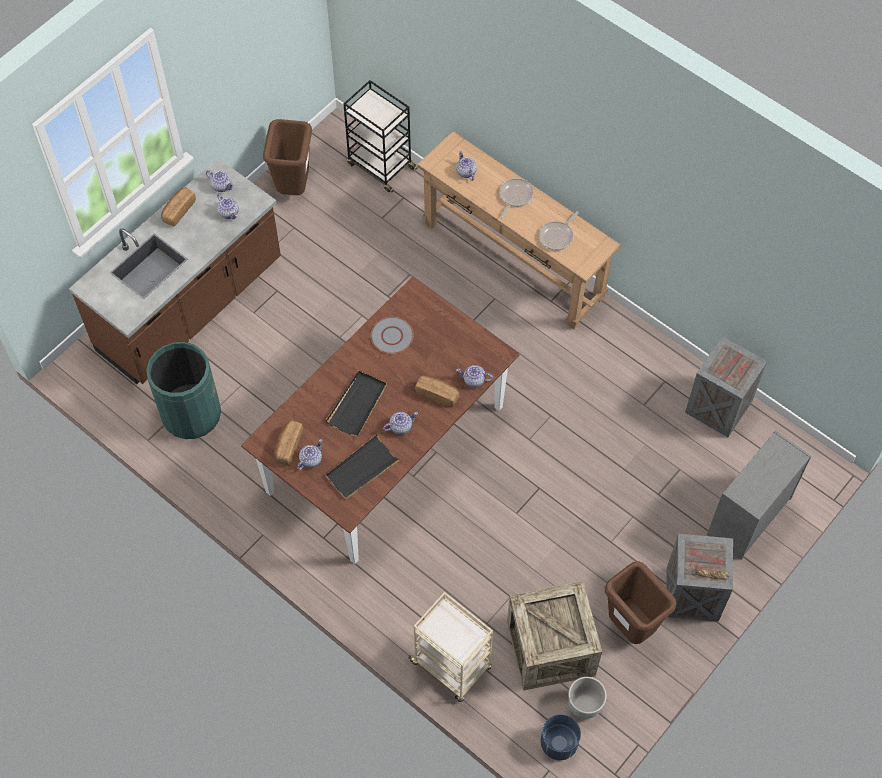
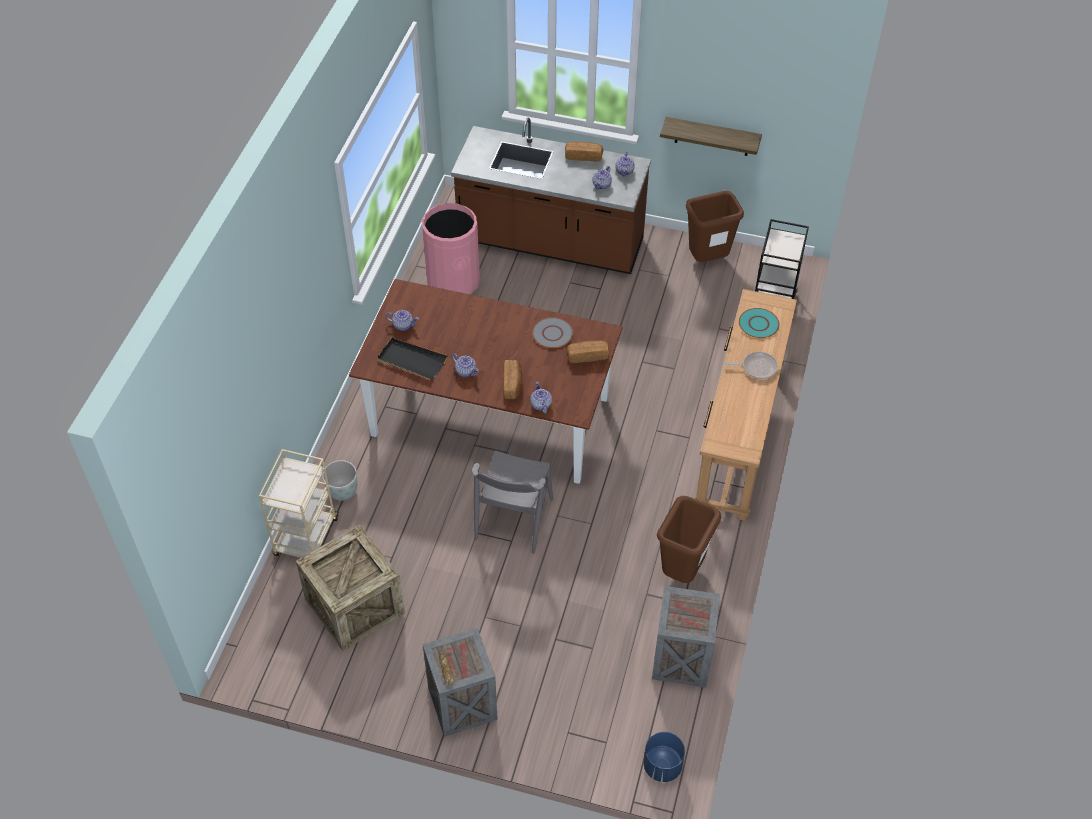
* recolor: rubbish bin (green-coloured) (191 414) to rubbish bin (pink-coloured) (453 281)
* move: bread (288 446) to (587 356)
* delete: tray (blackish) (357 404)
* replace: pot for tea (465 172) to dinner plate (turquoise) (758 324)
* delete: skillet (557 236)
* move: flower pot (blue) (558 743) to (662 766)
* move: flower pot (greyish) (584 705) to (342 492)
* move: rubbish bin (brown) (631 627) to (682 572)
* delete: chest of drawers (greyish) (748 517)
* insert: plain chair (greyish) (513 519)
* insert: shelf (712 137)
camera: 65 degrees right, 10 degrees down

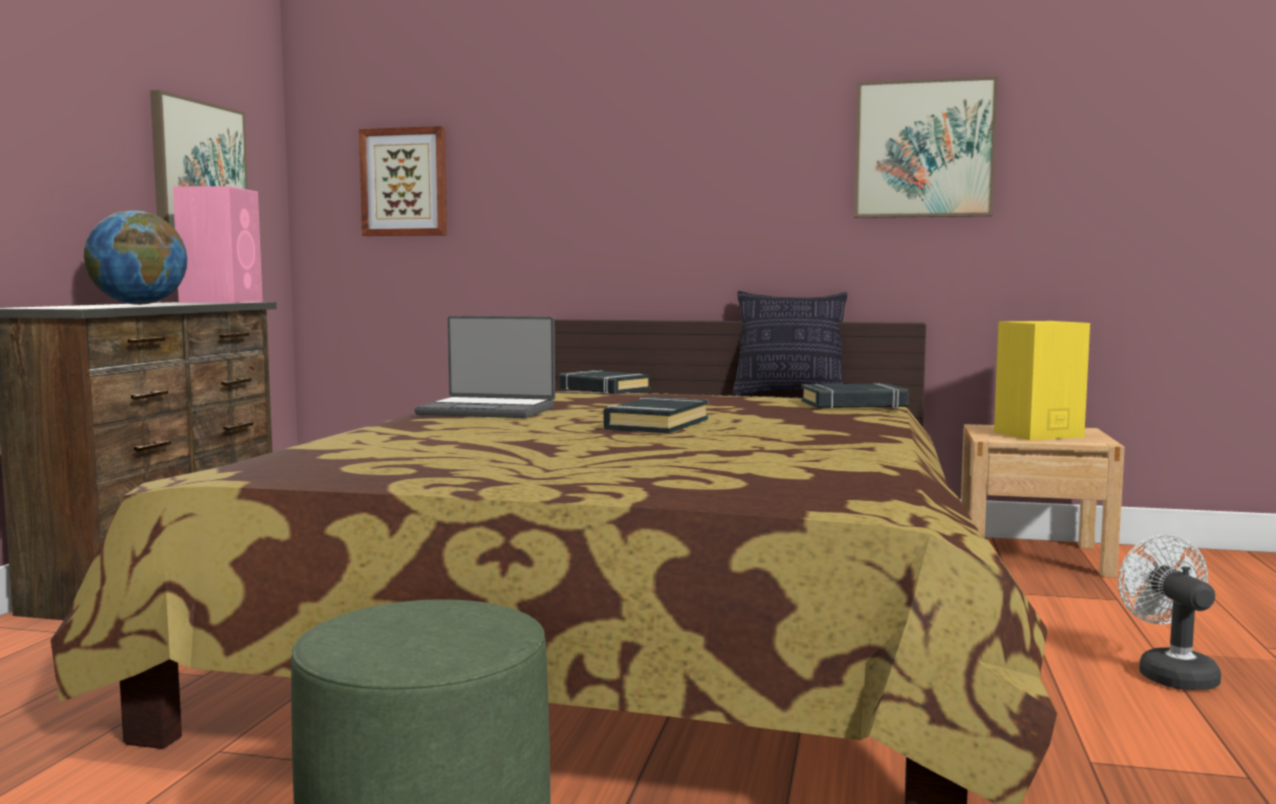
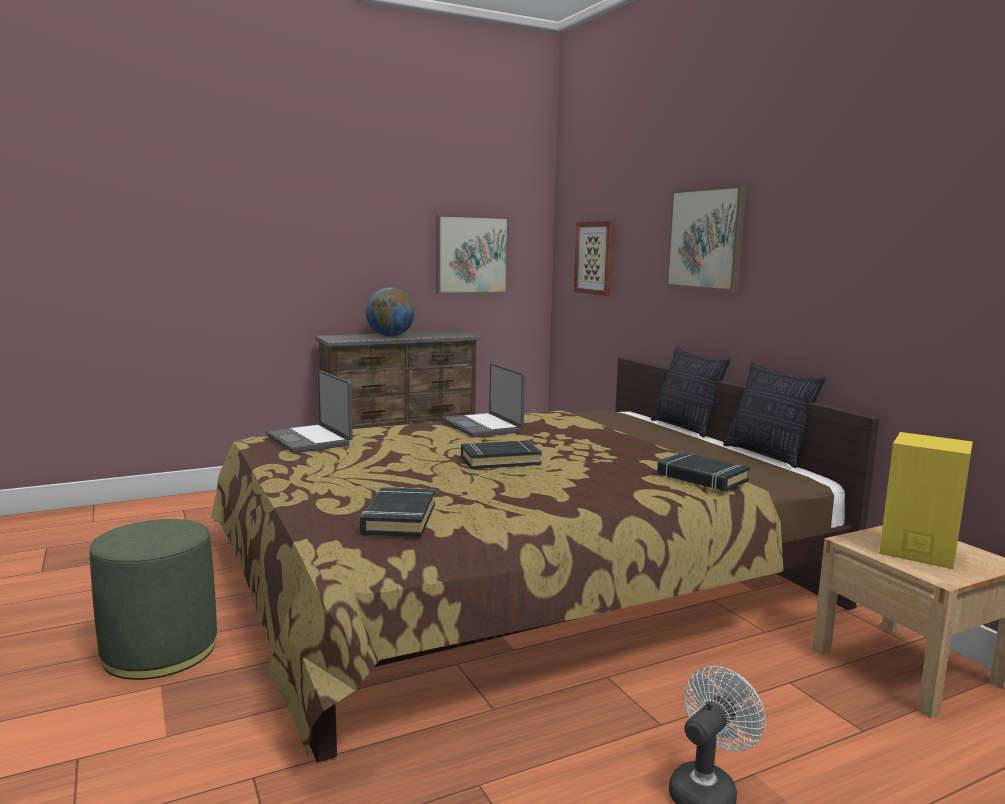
* delete: audio speaker (pink-coloured) (222 302)
* move: bound book (blackish) (603 389) to (399 519)
* move: picture (923 149) to (706 239)
* insert: portable computer (310 440)
* insert: throw pillow (685 428)
camera: 50 degrees right, 5 degrees up

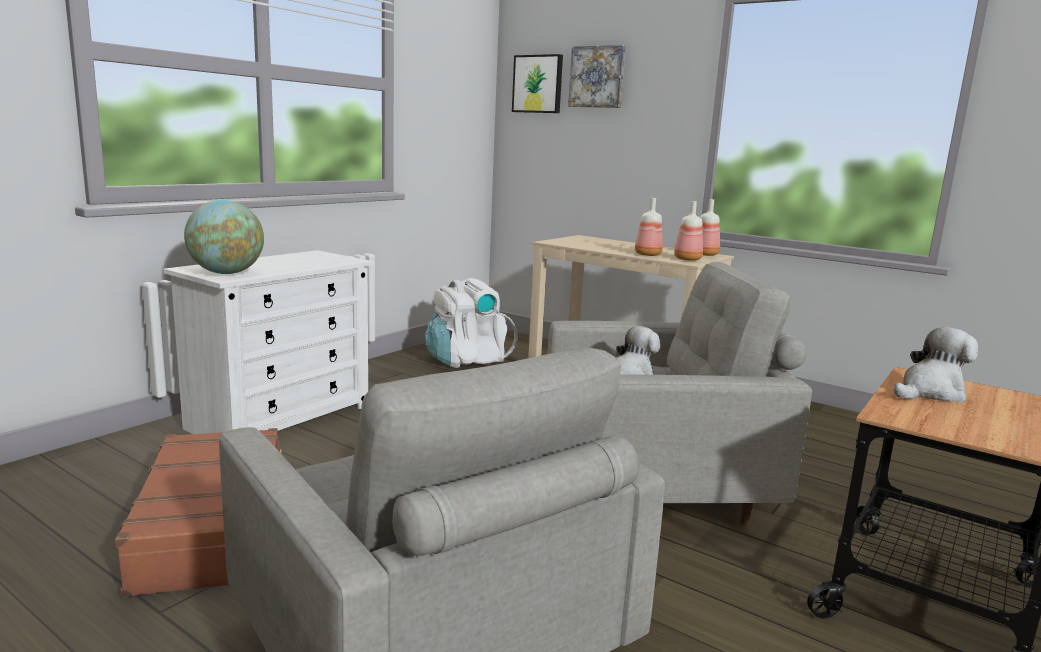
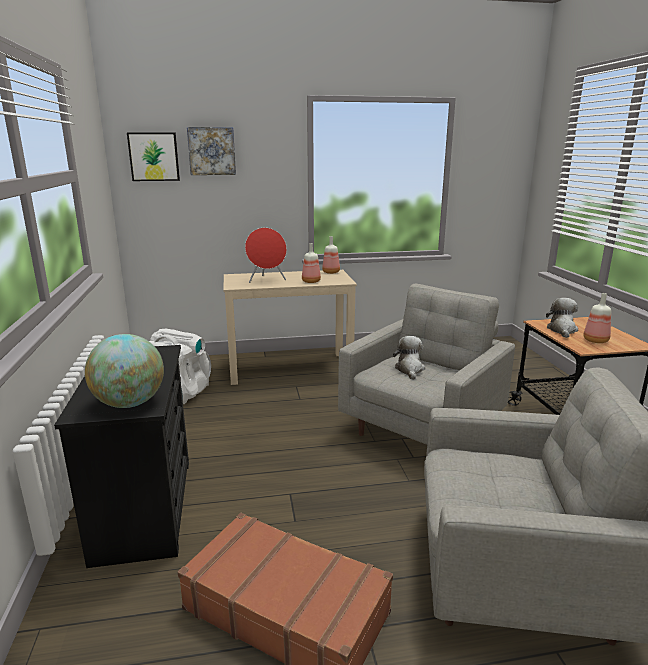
* recolor: chest of drawers (whitish) (281 416) to chest of drawers (blackish) (145 507)
* move: bottle (688 259) to (596 341)
* insert: audio speaker (red-coloured) (267 280)
camera: 45 degrees left, 5 degrees up

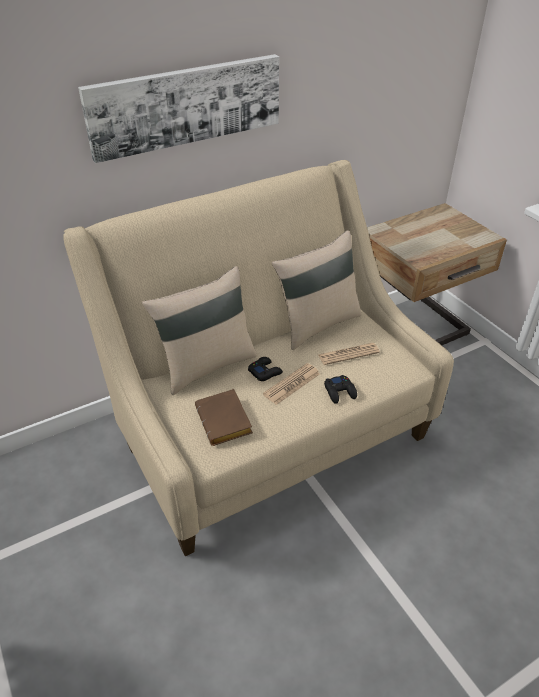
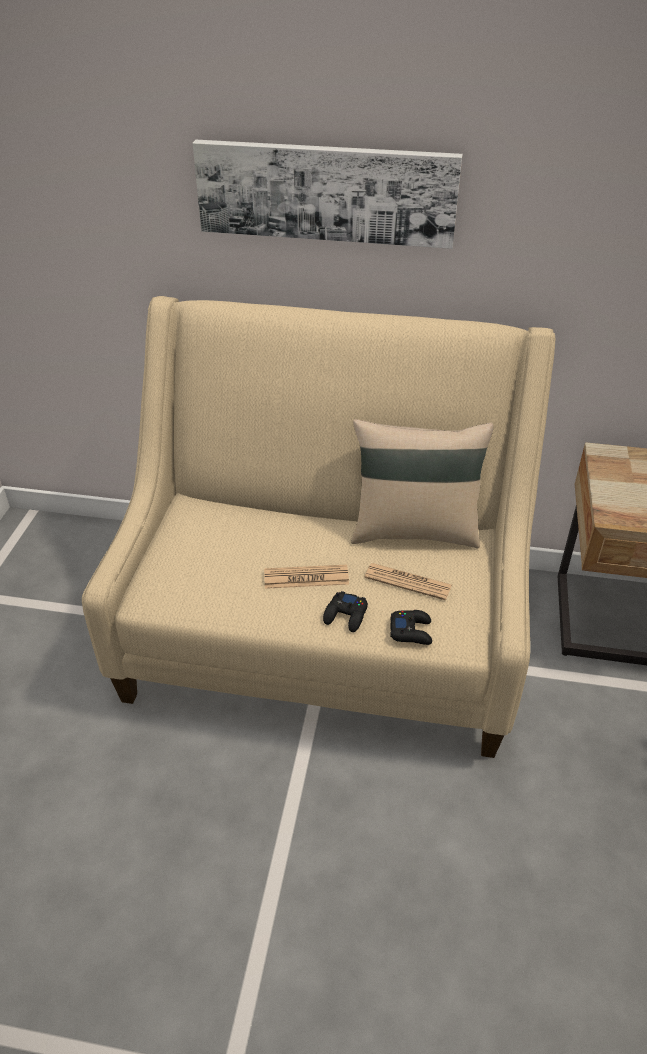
* delete: throw pillow (beige) (206 365)
* delete: bound book (brown) (226 422)
* move: gamepad (blackish) (265 372) to (411 631)
camera: 40 degrees right, 0 degrees up

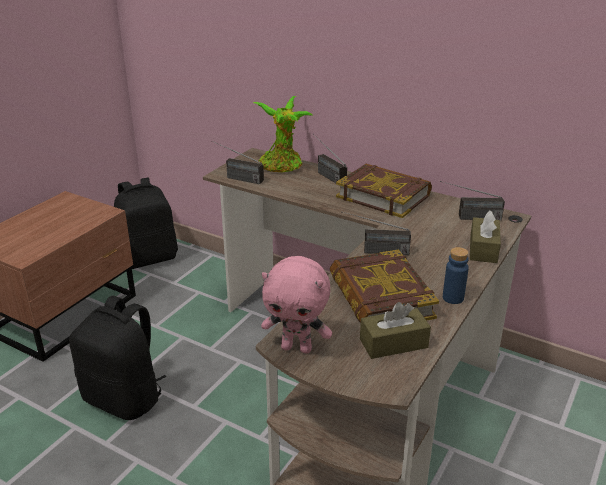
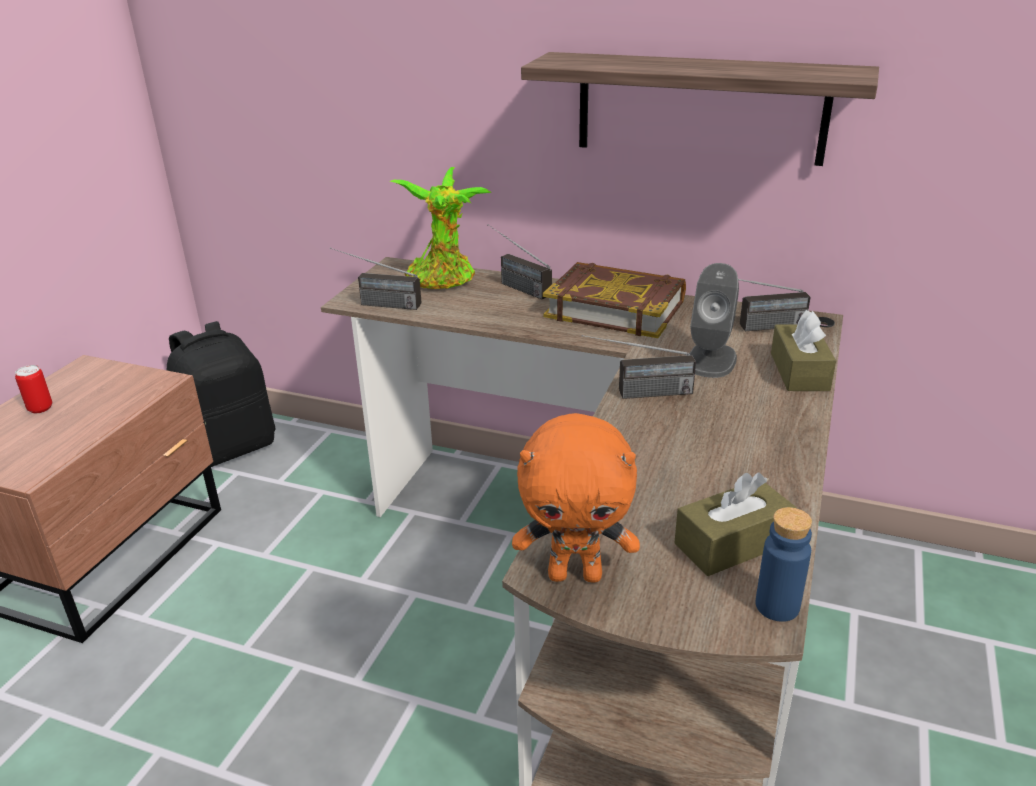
* delete: backpack (blackish) (125 398)
* recolor: cuddly toy (pink-coloured) (297 347) to cuddly toy (orangey) (576 574)
* delete: bound book (380 297)
* move: bottle (blue) (453 298) to (777 606)
* insert: sealed can (40 408)
* insert: shelf (700 108)
* insert: audio speaker (greyish) (711 360)
camera: 10 degrees left, 0 degrees up

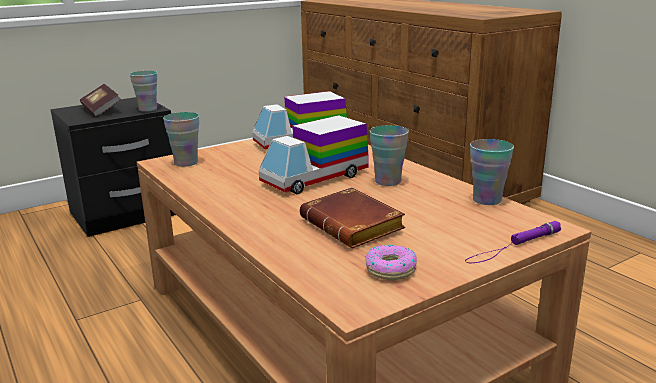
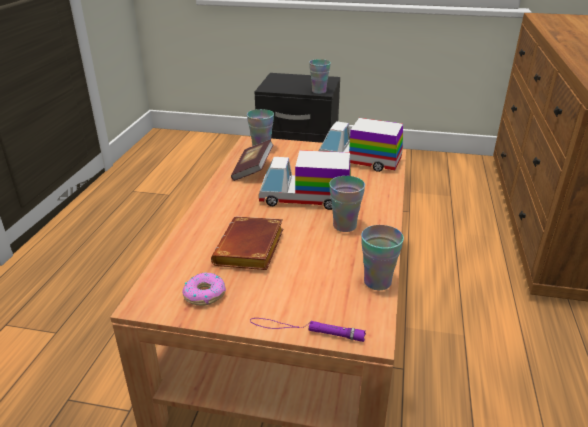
* move: bound book (101 110) to (253 170)
camera: 45 degrees right, 10 degrees up

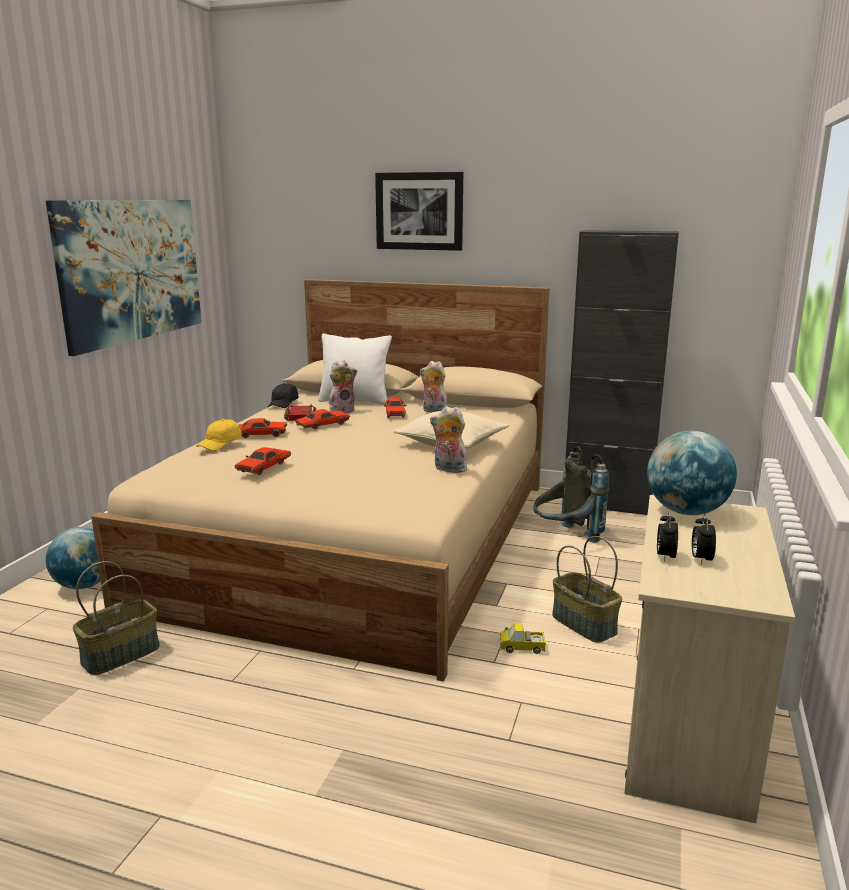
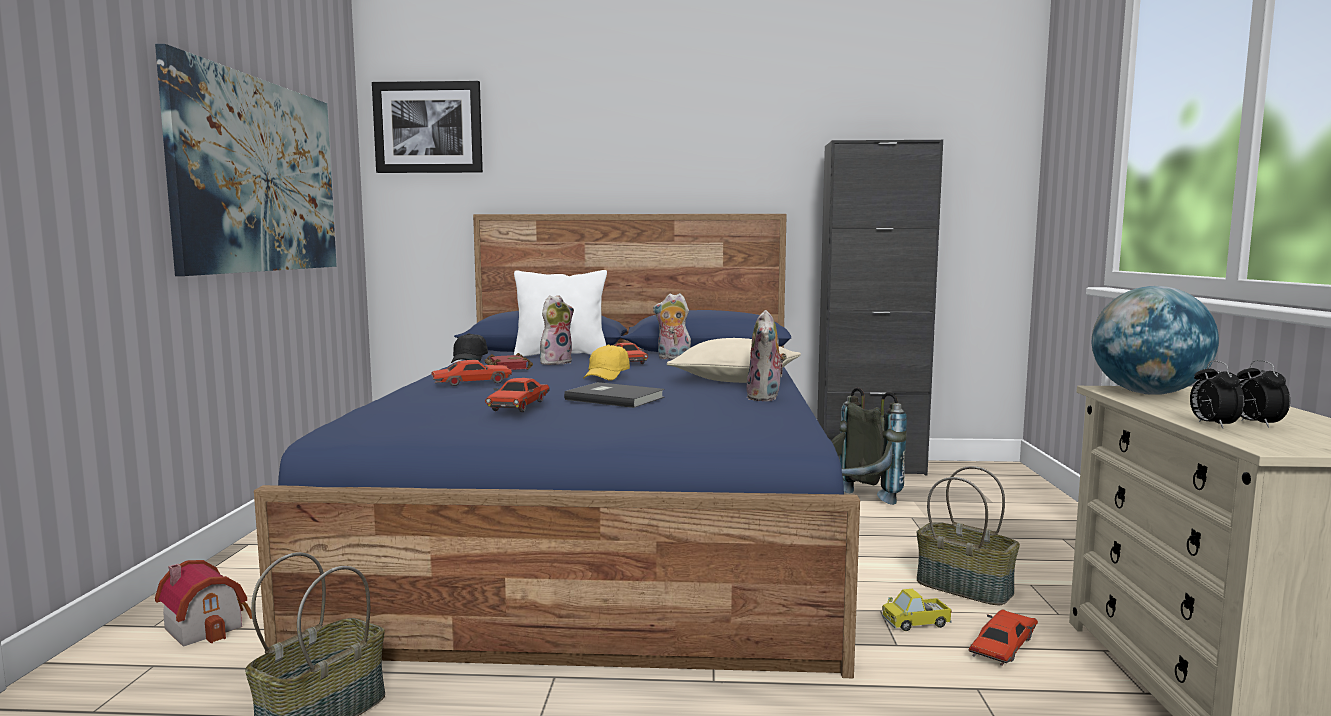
* replace: globe (84 585) to model house (208 625)
* recolor: bedroom bed (beige) (363 540) to bedroom bed (blue) (607 528)
* move: cap (yellowish) (221 444) to (607 376)
* move: model car (red-coloured) (323 425) to (1003 647)
* move: picture (419 211) to (428 127)
* rotate: cuddly toy (448 469) = (766 398) 90 degrees counterclockwise
* insert: bound book (greyish) (614 398)
camera: 15 degrees left, 10 degrees down

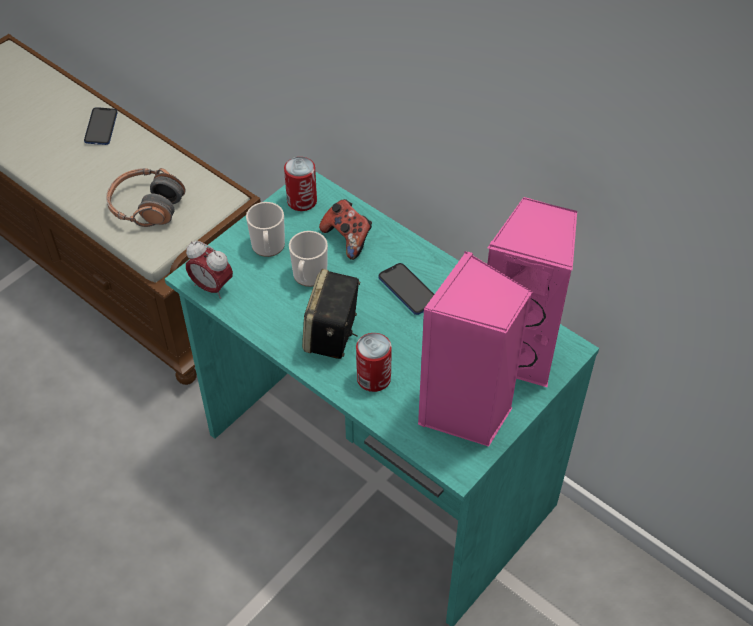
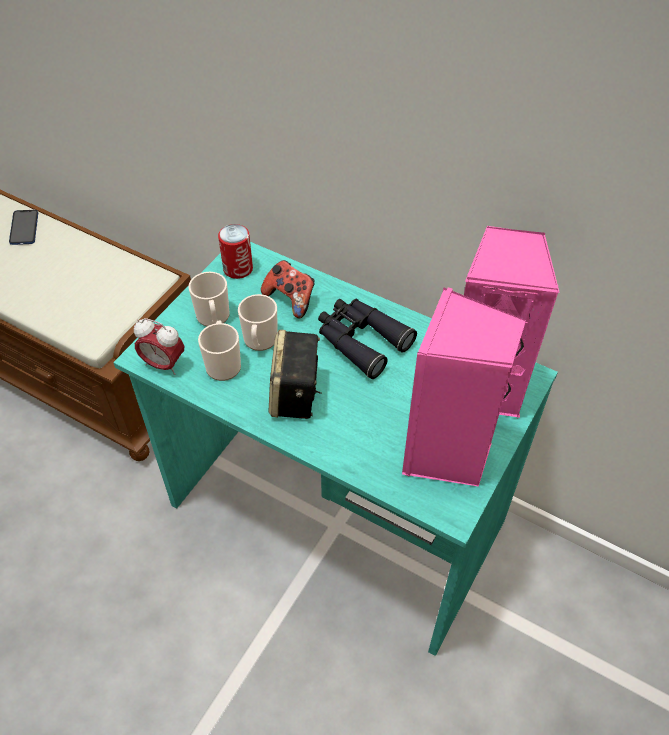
* delete: headset (146 206)
* delete: sealed can (373 378)
* replace: handset (408 290) to pair of binoculars (blackish) (360 340)
* insert: mug (223 363)
camera: 10 degrees left, 0 degrees up

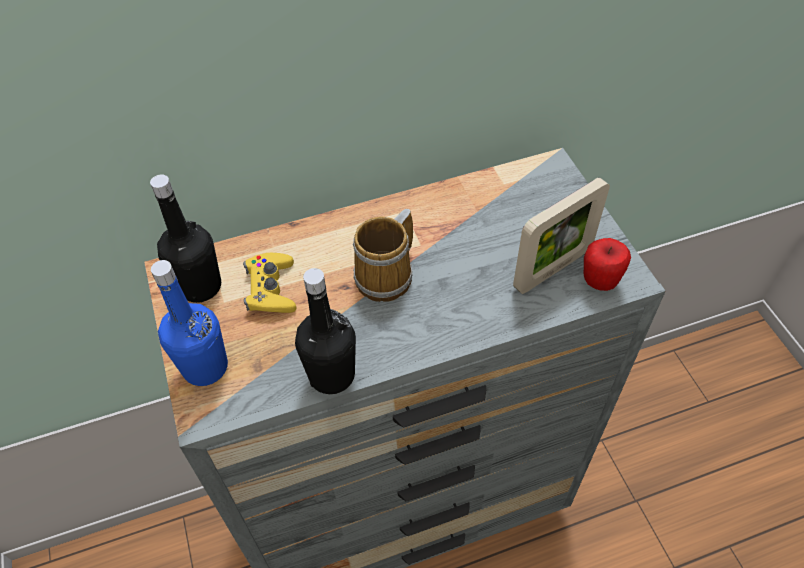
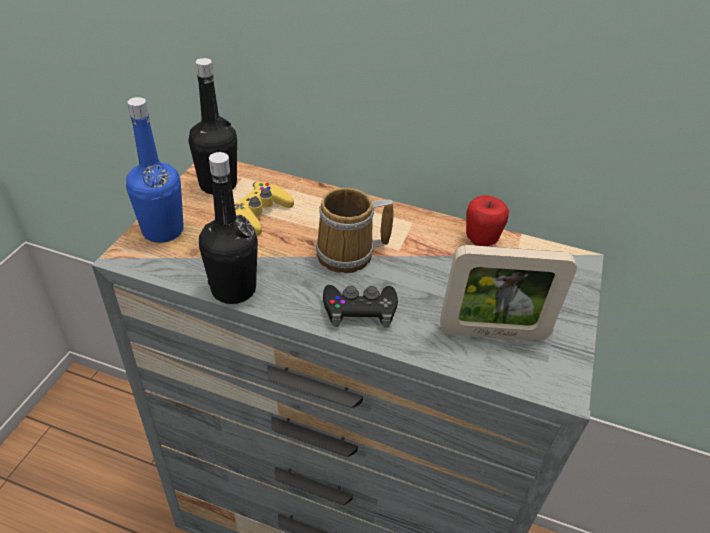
* move: whole apple (599 281) to (480 240)
* insert: gamepad (blackish) (359 310)
camera: 35 degrees right, 10 degrees down

